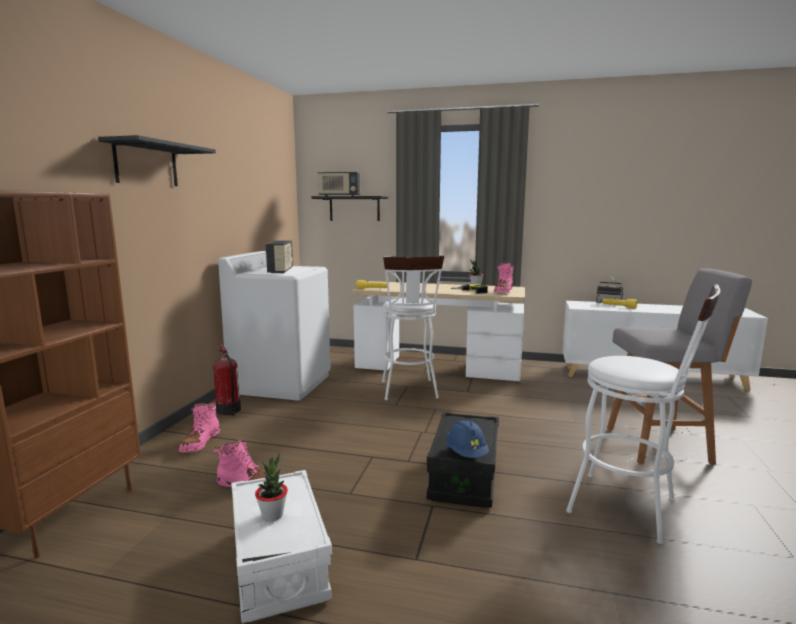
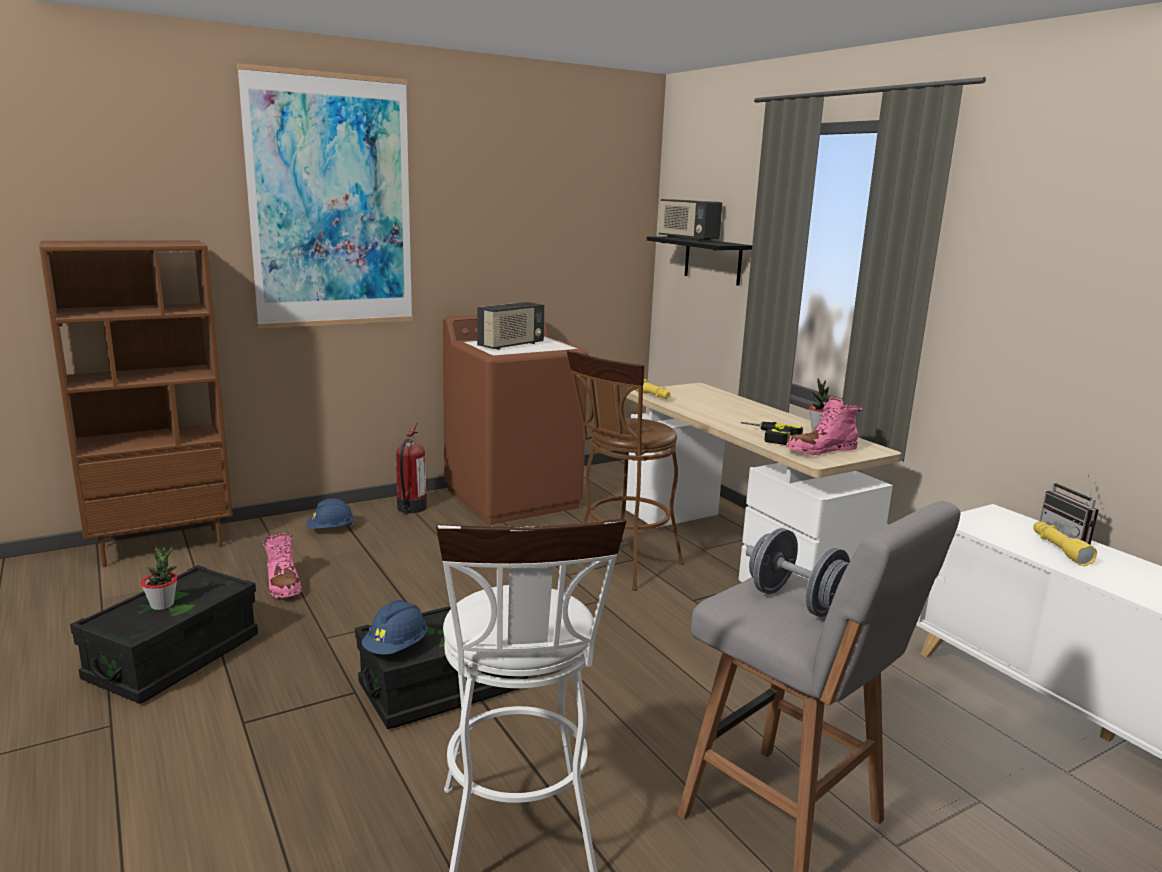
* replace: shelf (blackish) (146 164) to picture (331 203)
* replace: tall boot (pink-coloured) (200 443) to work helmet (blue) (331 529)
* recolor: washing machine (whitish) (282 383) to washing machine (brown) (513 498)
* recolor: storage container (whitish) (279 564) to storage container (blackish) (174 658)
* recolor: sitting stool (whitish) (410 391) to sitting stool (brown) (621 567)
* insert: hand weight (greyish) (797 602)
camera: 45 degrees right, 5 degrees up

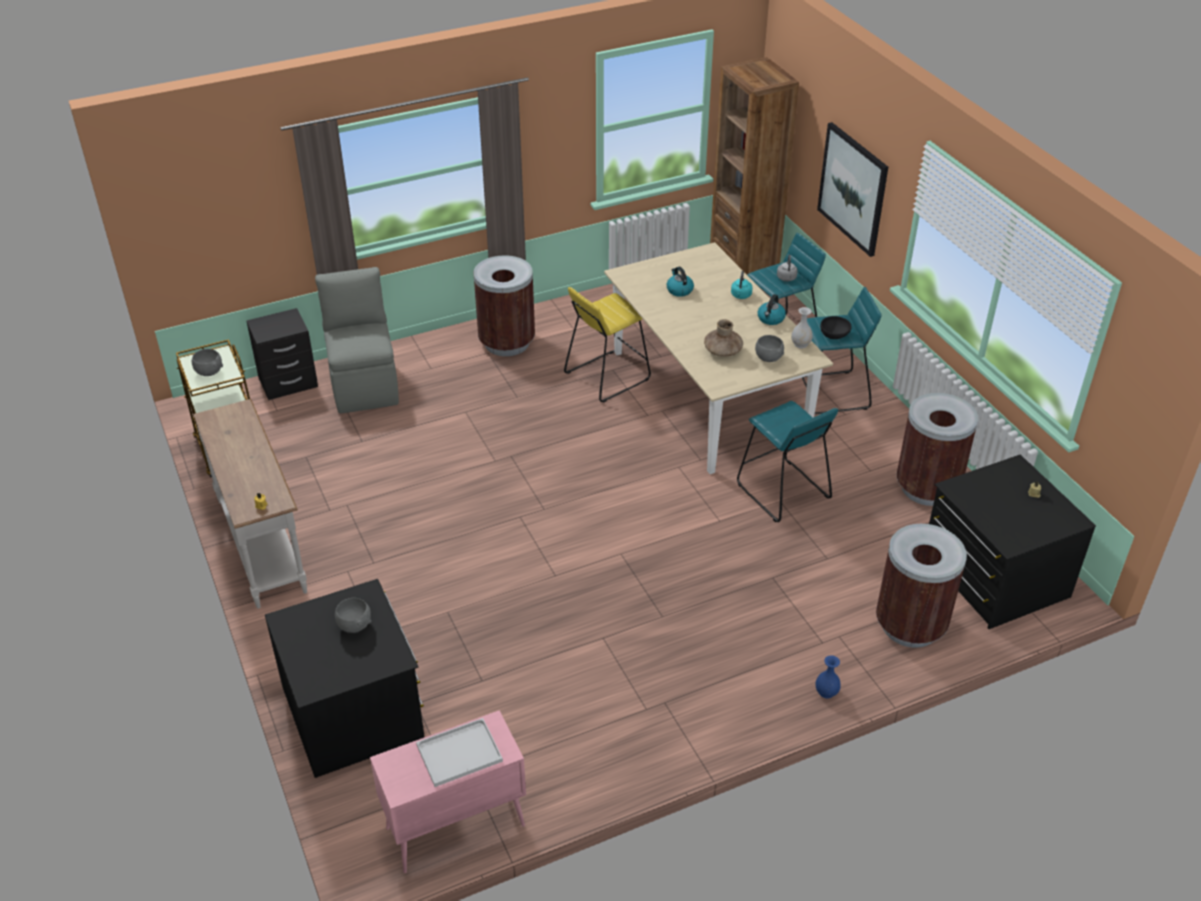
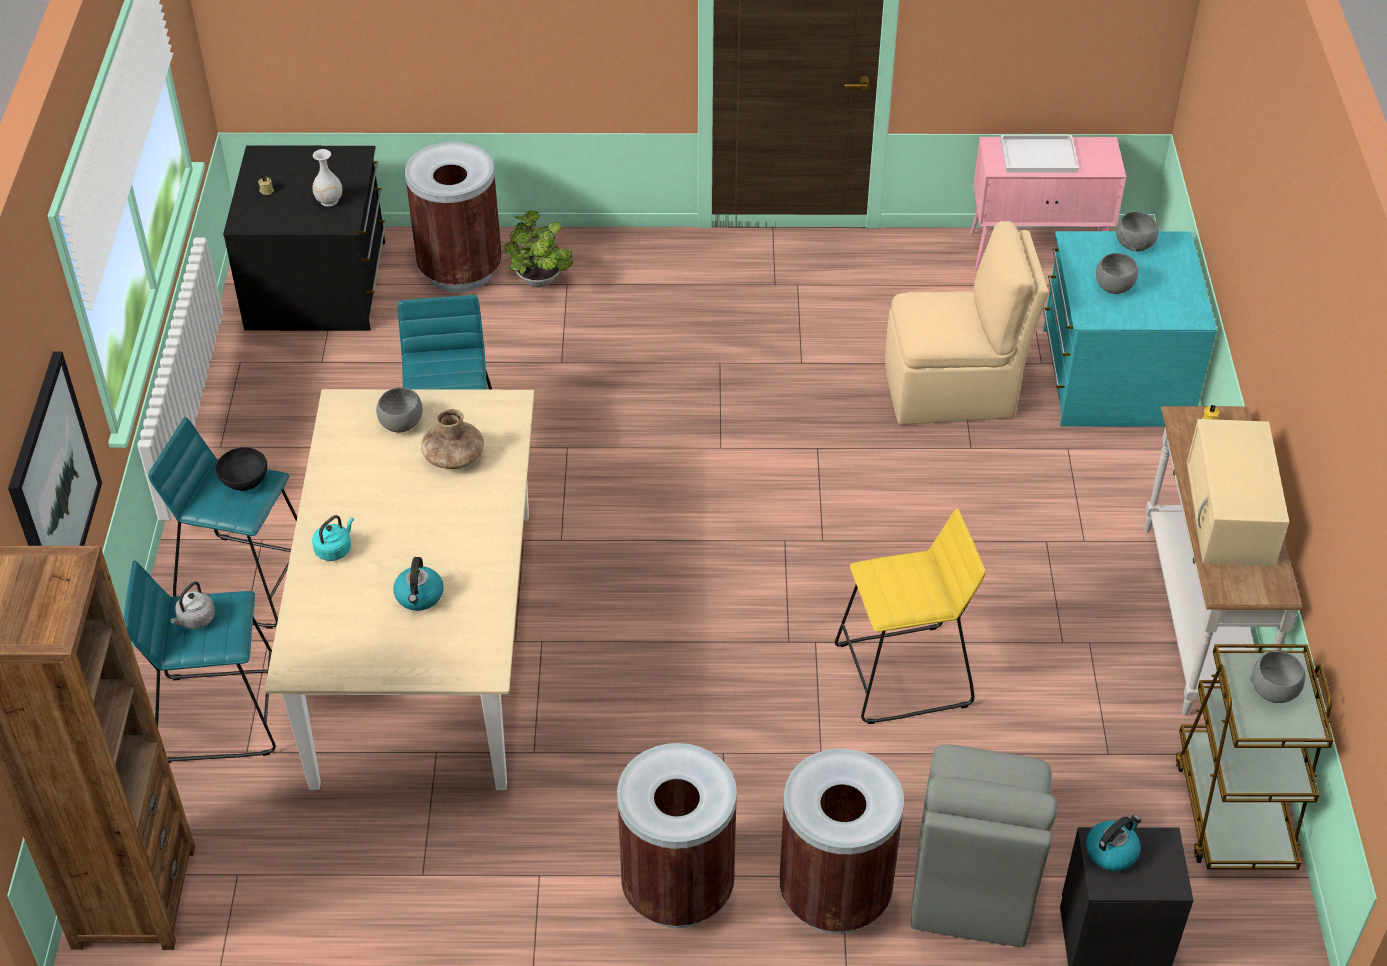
* recolor: chest of drawers (blackish) (354 711) to chest of drawers (turquoise) (1112 377)
* move: sitting stool (yellowish) (607 376) to (903 675)
* move: kettle (771 319) to (1111 851)
* move: decorative vase (whitish) (801 344) to (329 200)
* delete: decorative vase (blue) (826 692)
* move: rubbish bin (brown) (927 488) to (835 895)
* insert: plant in a pot (540 282)
* insert: plain chair (beige) (953 391)
* insert: serving bowl (greyish) (1135 245)
* insert: microwave (beige) (1231 515)
camera: 155 degrees left, 5 degrees up

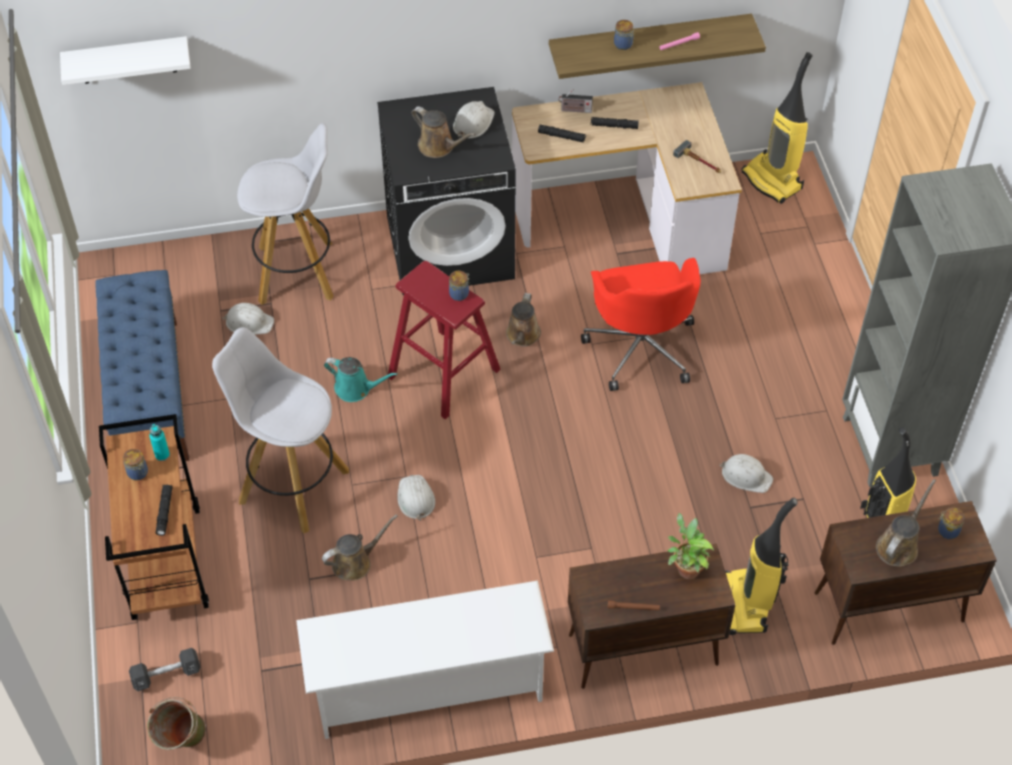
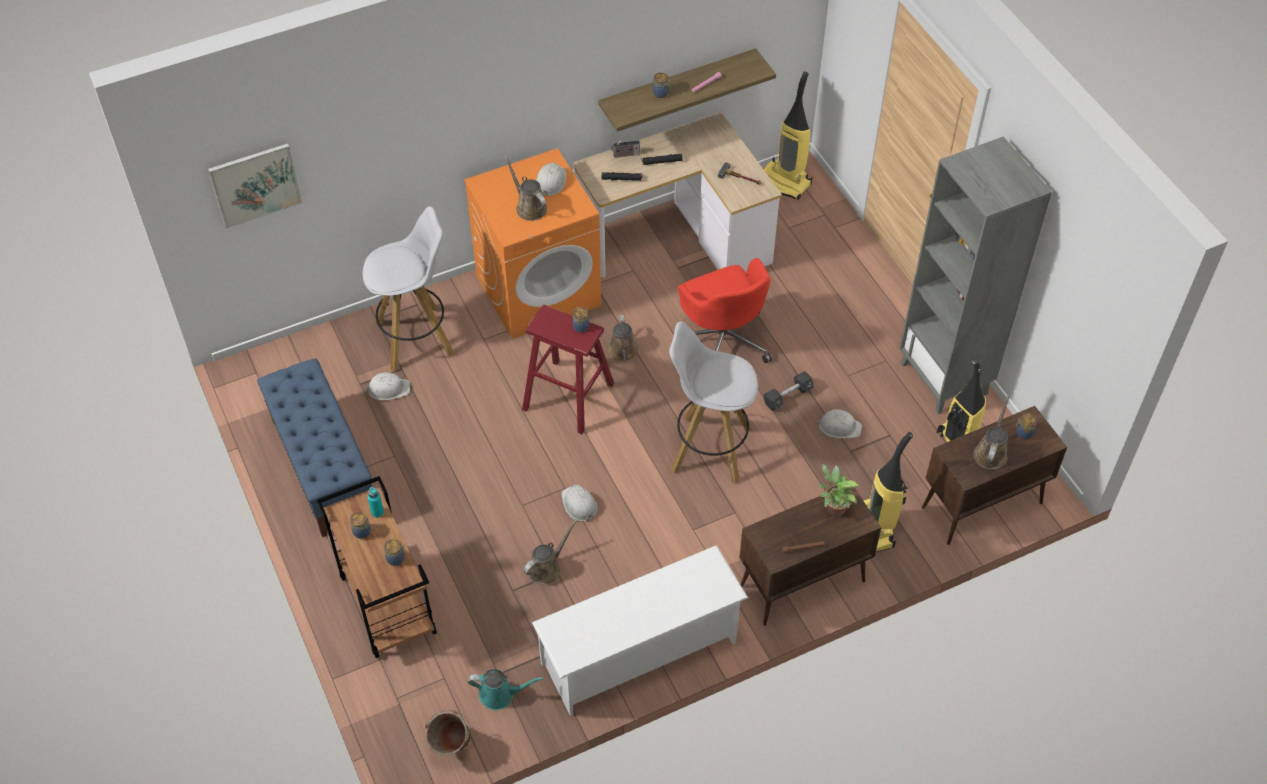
* replace: shelf (whitish) (127 60) to picture (255 184)
* move: hand weight (blackish) (166 675) to (787 396)
* replace: flashlight (blackish) (165 512) to storage jar (396 558)
* move: sitting stool (whitish) (292 485) to (709 449)
* move: watering can (turquoise) (356 388) to (500 694)
* recolor: washing machine (blackish) (451 247) to washing machine (orangey) (539 290)
* rotate: watering can (brown) (439 146) = (529 207) 150 degrees counterclockwise
camera: 15 degrees left, 0 degrees up

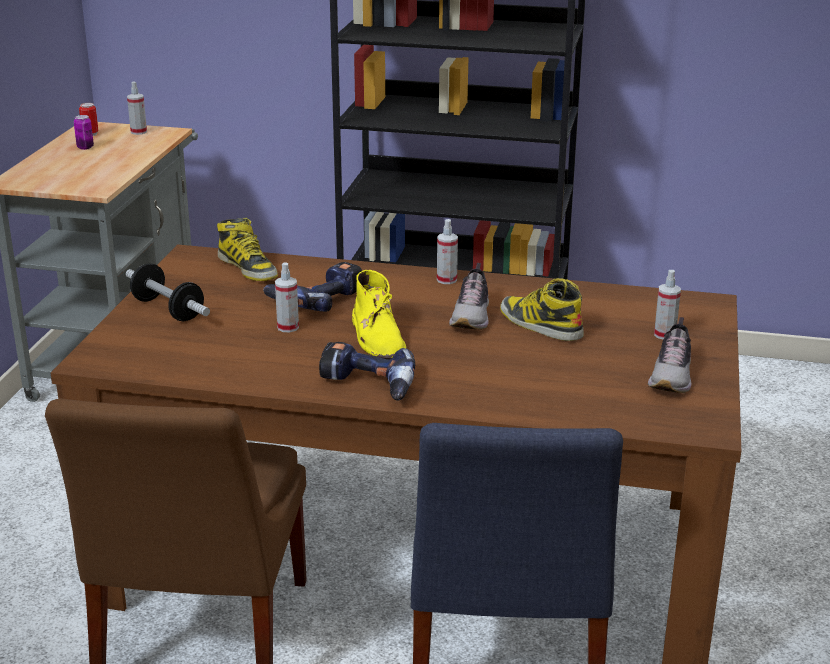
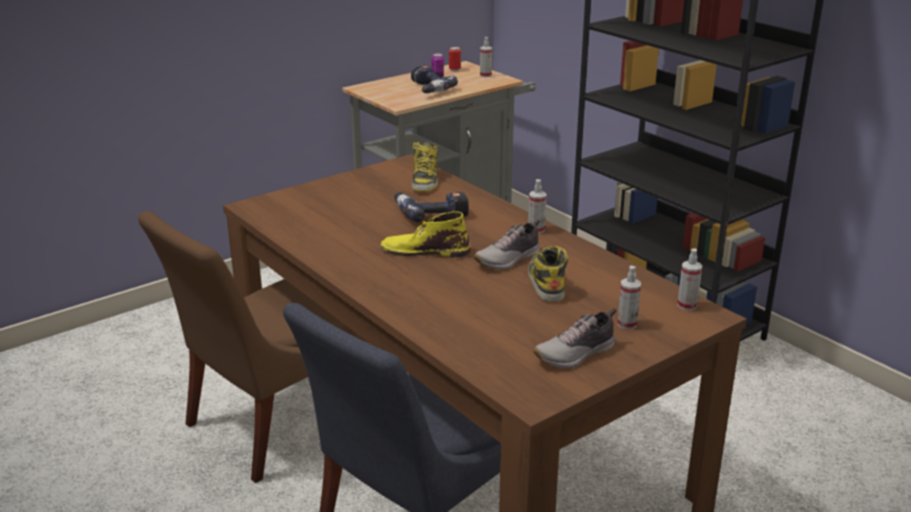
* delete: hand weight (168 310)
* move: sprayer (288 327) to (687 305)
* move: electric drill (366 386) to (427 89)
* rotate: tall boot (yellowish) (377 337) = (424 250) 75 degrees clockwise
camera: 40 degrees right, 0 degrees up

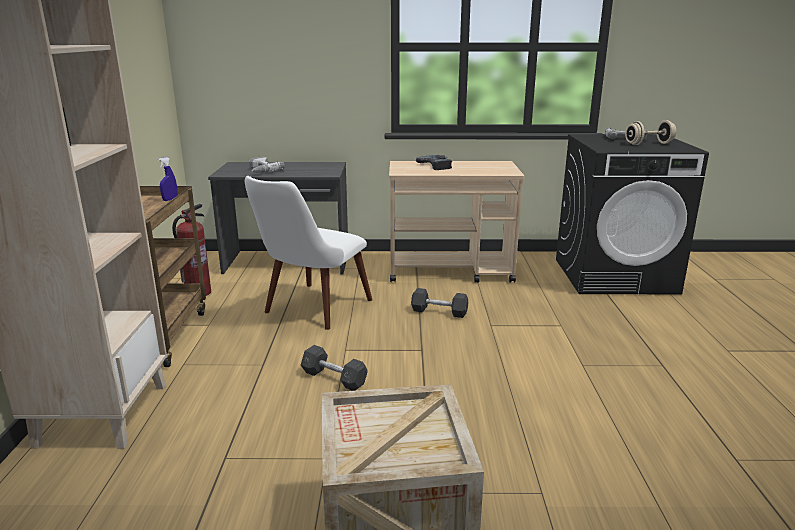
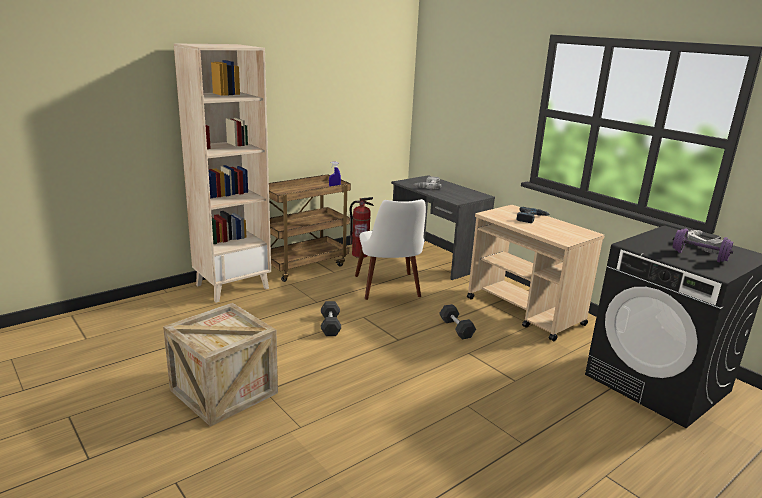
* rotate: plain chair (whitish) (310 311) = (390 290) 90 degrees counterclockwise
* recolor: hand weight (beige) (648 144) to hand weight (purplish) (699 256)
camera: 50 degrees right, 0 degrees up

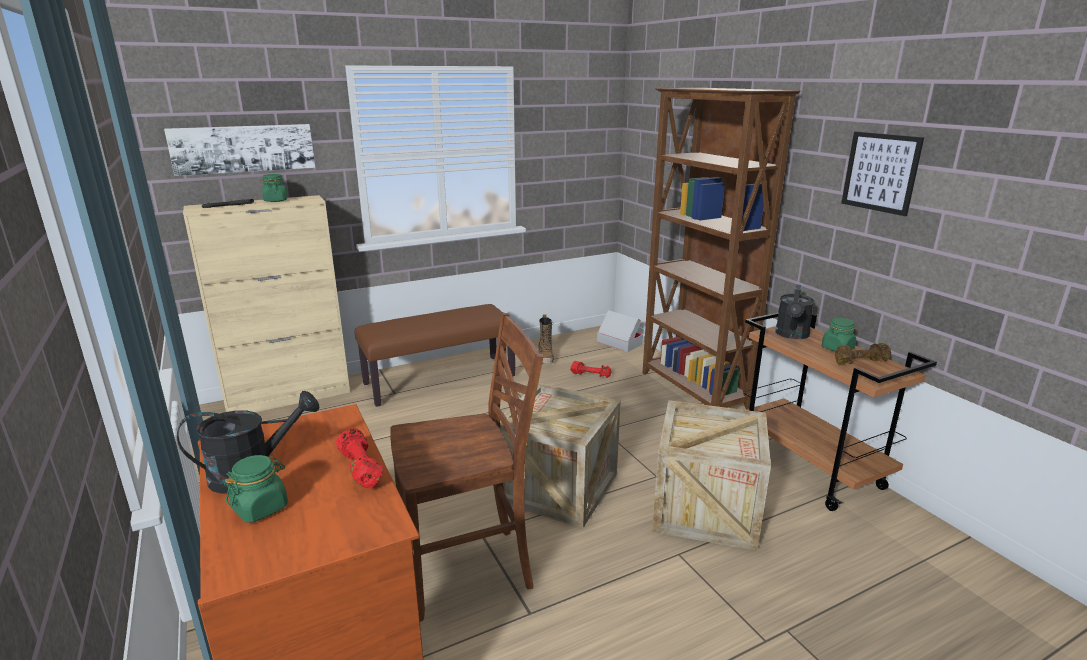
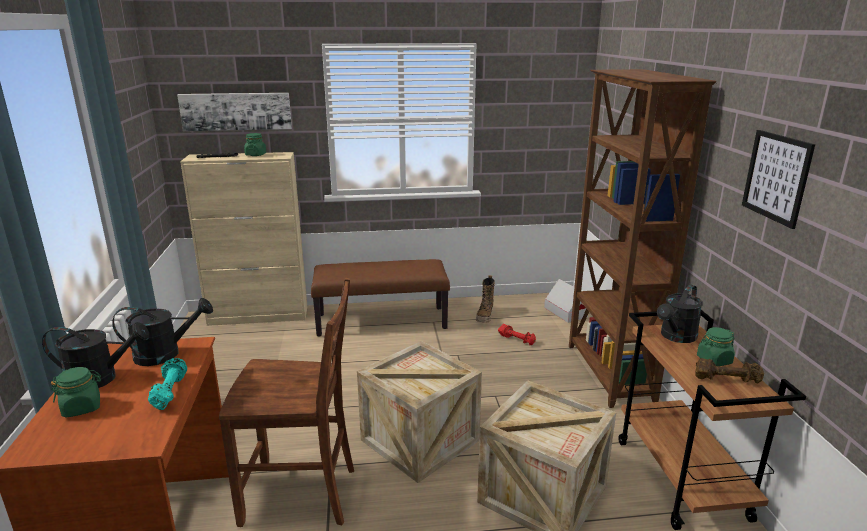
* recolor: hand weight (red-coloured) (360 469) to hand weight (turquoise) (169 392)
* insert: watering can (blackish) (166 354)
camera: 20 degrees right, 0 degrees up

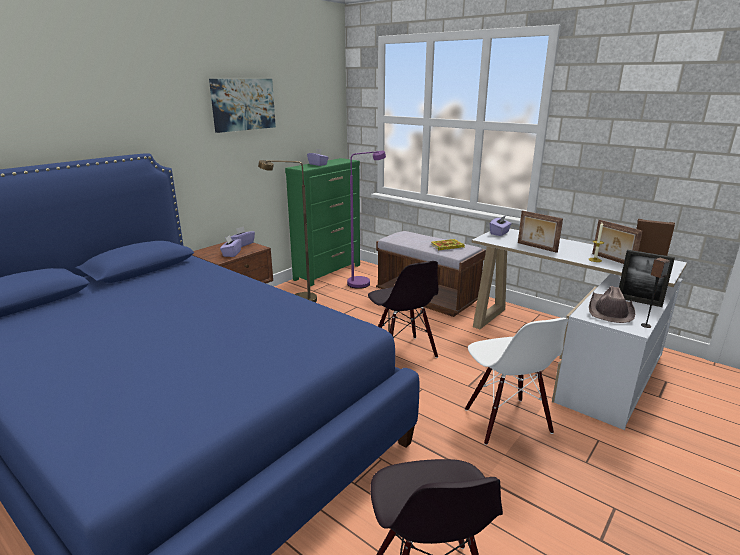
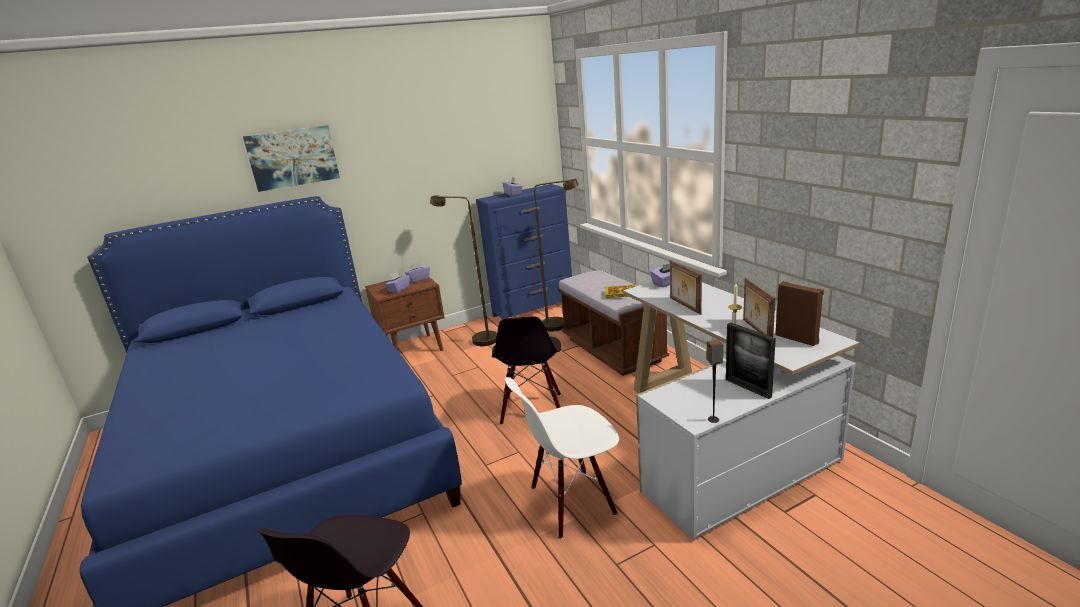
* move: picture (243 104) to (293 157)
* recolor: chest of drawers (green-coloured) (328 272) to chest of drawers (blue) (534 309)
* recolor: standard lamp (purplish) (363 282) to standard lamp (brown) (561 324)
* rotate: plain chair (whitish) (506 421) = (572 502) 60 degrees clockwise
* delete: hat (brown) (610 310)
camera: 25 degrees right, 0 degrees up

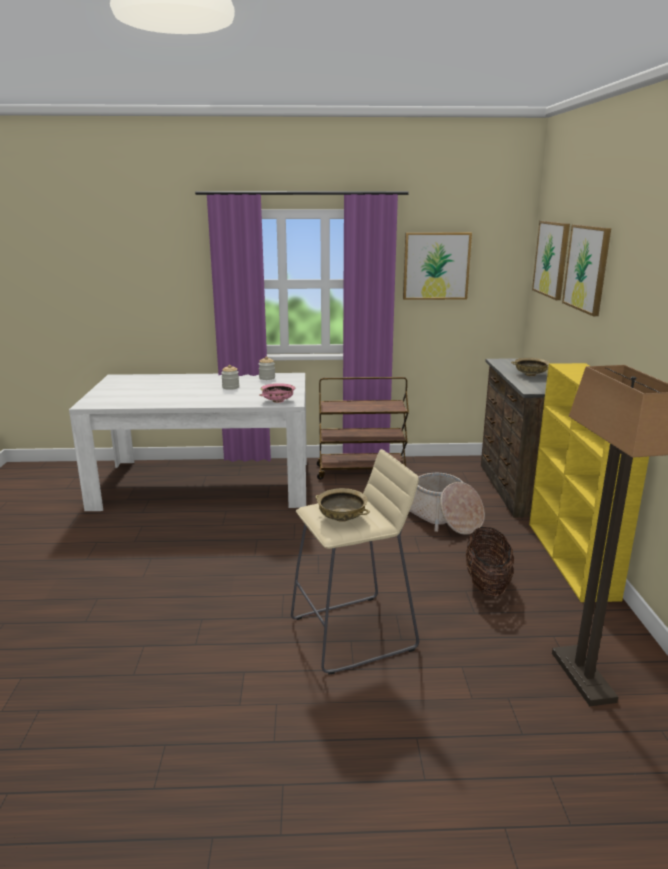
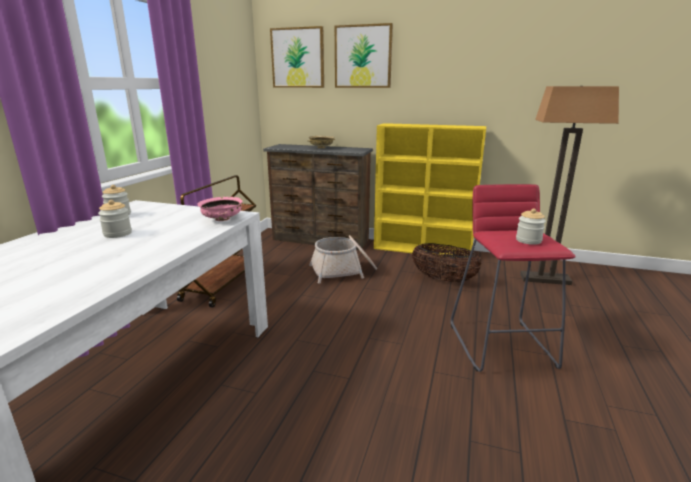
* recolor: sitting stool (beige) (354 633) to sitting stool (red-coloured) (501 344)
* replace: serving bowl (beige) (342 518) to storage jar (528 240)
* delete: picture (436 266)
camera: 70 degrees left, 0 degrees up

